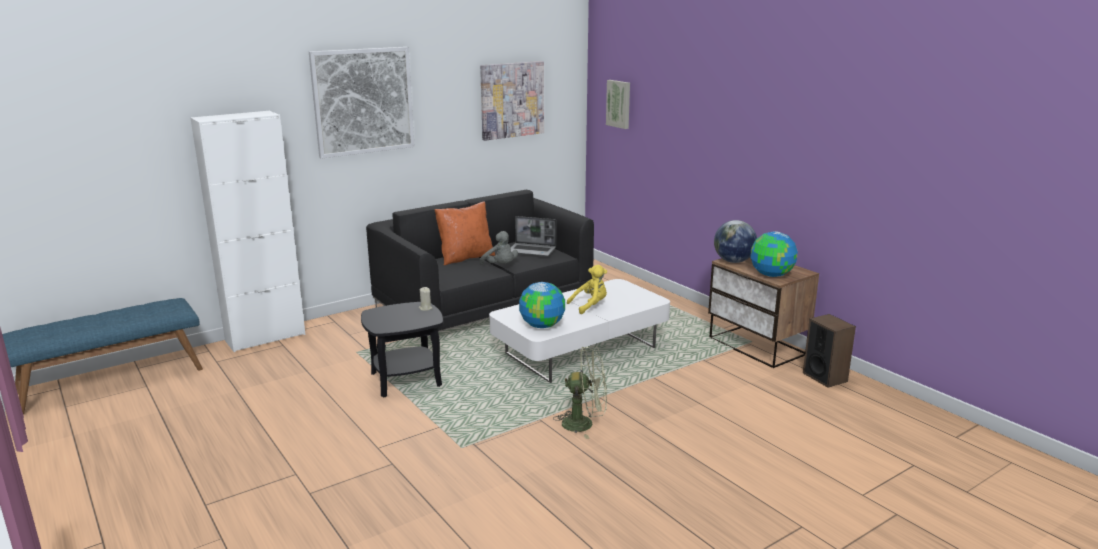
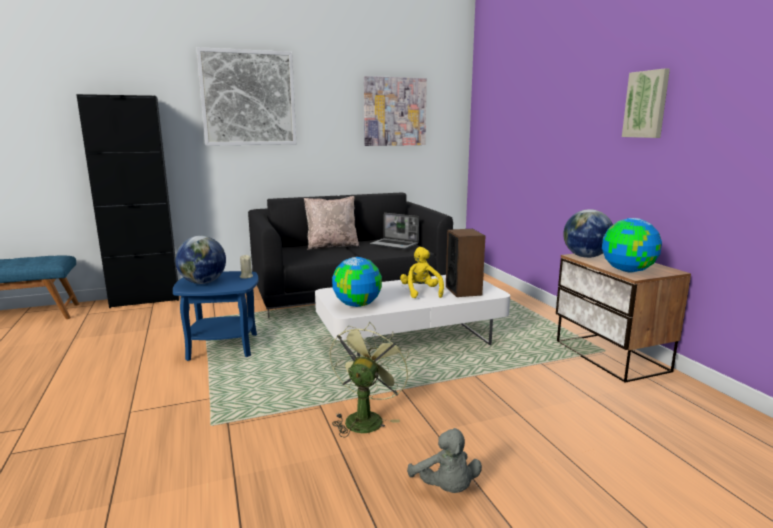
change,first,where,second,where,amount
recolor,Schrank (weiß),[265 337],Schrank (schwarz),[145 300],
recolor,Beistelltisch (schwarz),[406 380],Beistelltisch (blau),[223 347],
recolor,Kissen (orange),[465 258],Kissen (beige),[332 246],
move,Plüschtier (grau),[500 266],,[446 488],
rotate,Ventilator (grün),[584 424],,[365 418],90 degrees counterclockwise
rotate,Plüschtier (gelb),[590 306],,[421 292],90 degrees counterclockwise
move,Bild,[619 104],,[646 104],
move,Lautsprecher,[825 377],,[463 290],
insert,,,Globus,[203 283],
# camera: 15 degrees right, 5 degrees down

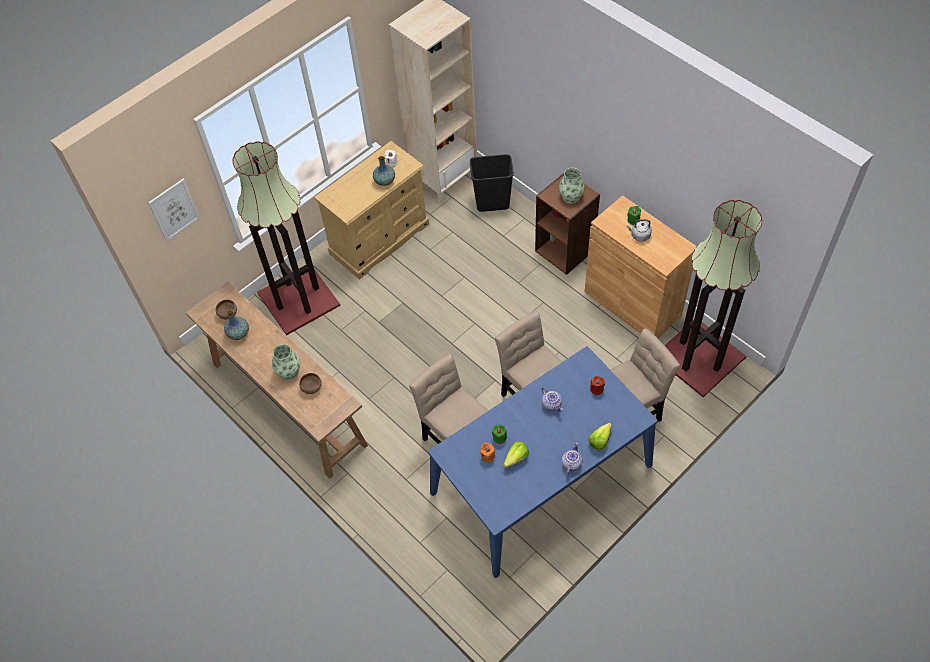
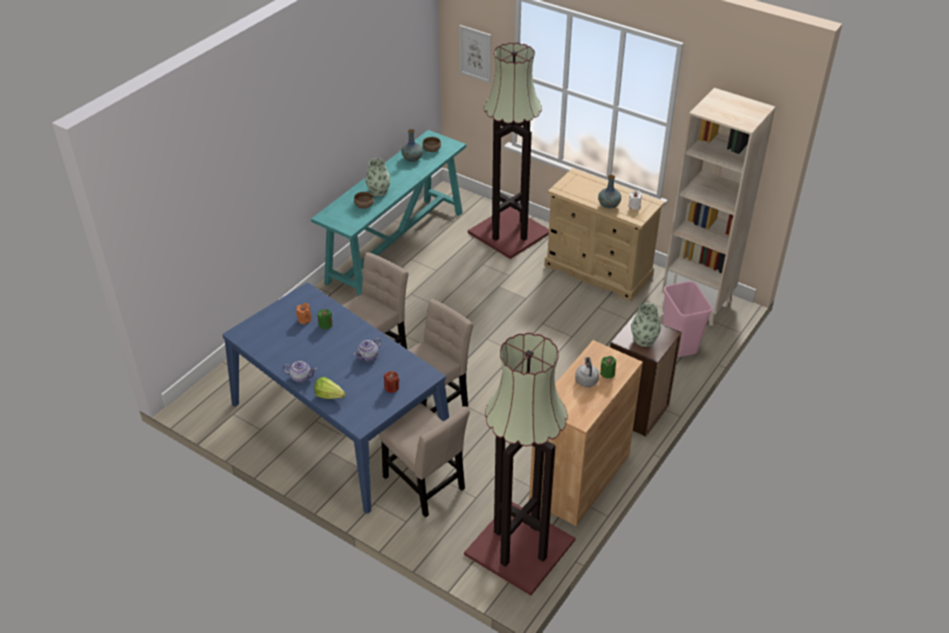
change,first,where,second,where,amount
recolor,Konsolentisch (braun),[287 403],Konsolentisch (türkis),[396 246],
recolor,Mülleimer (schwarz),[492 202],Mülleimer (rosa),[680 344],
delete,Salatkopf,[513 460],,,
# camera: 75 degrees right, 15 degrees down

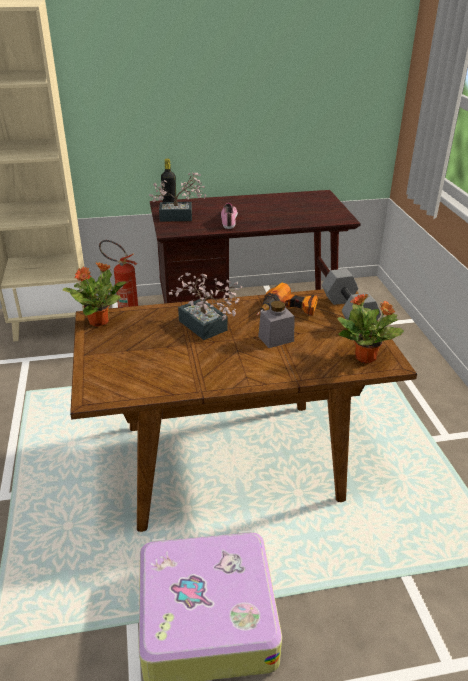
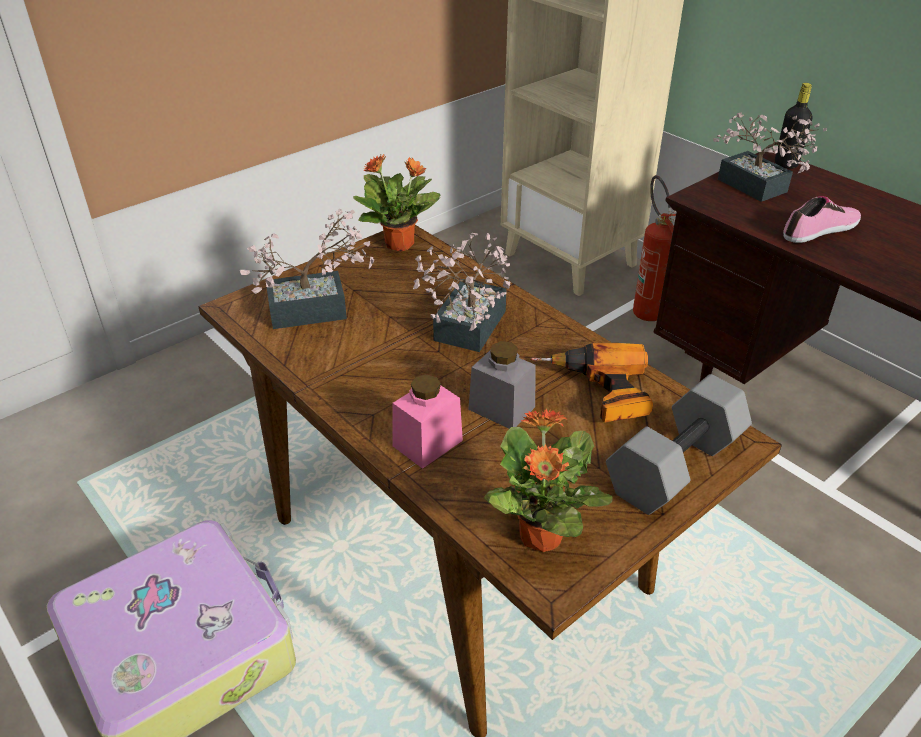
change,first,where,second,where,amount
insert,,,Topfpflanze,[318 309],
insert,,,Vorratsglas (rosa),[427 443],
# camera: 60 degrees right, 5 degrees up

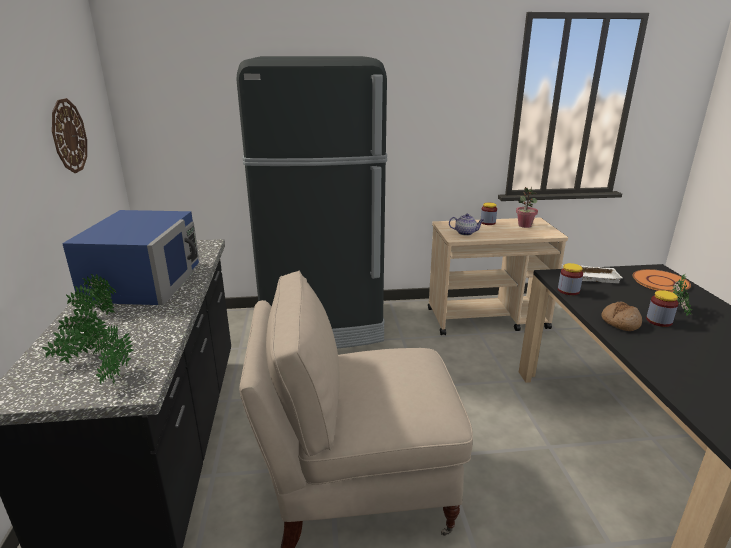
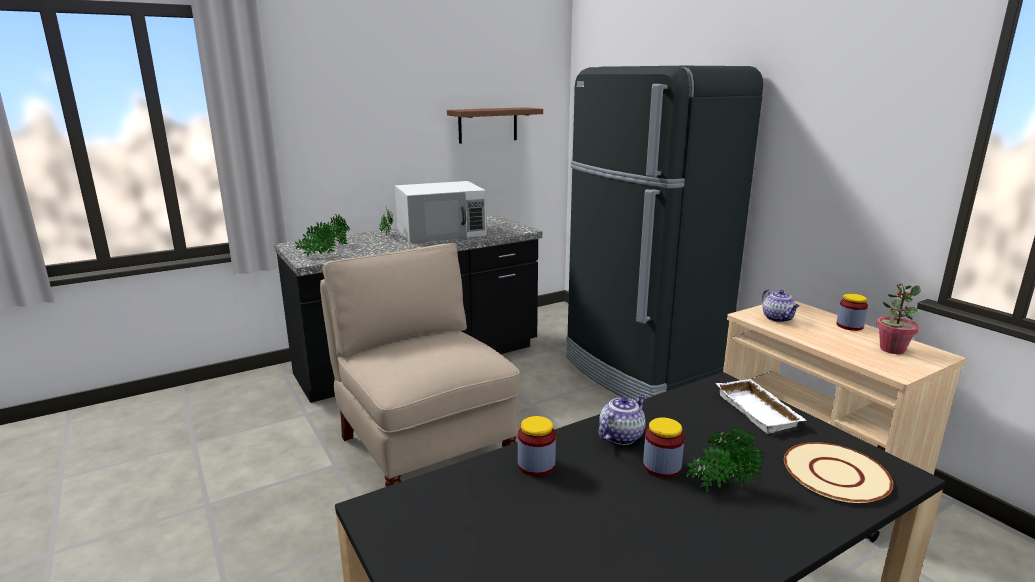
change,first,where,second,where,amount
replace,Wanduhr,[69 136],Wandregal (braun),[488 125],
recolor,Mikrowelle (blau),[145 280],Mikrowelle (weiß),[442 232],
move,Vorratsglas,[568 290],,[536 465],
replace,Brot,[620 322],Teekanne,[621 436],
recolor,Teller (orange),[660 282],Teller (beige),[836 474],
# camera: 65 degrees right, 5 degrees down

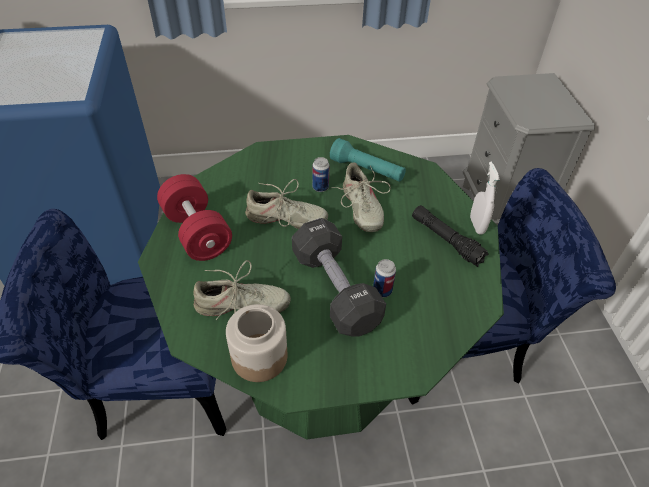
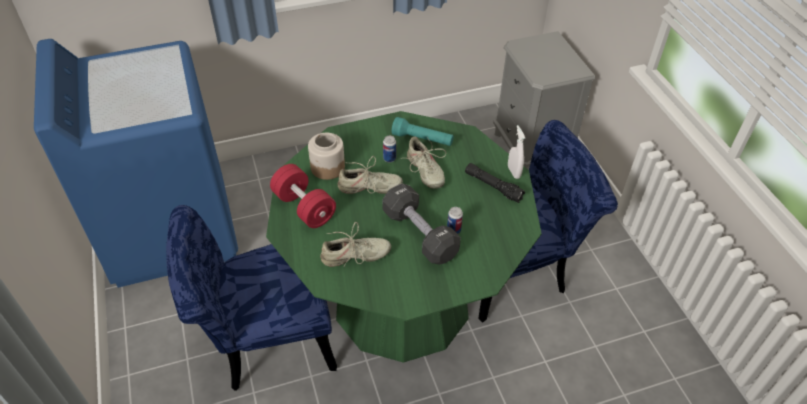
change,first,where,second,where,amount
move,Vorratsglas,[259 356],,[327 167],
# camera: 10 degrees left, 0 degrees up

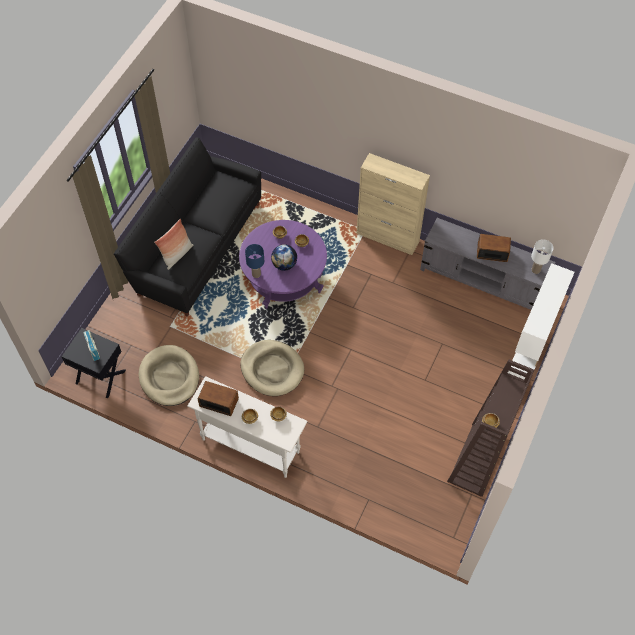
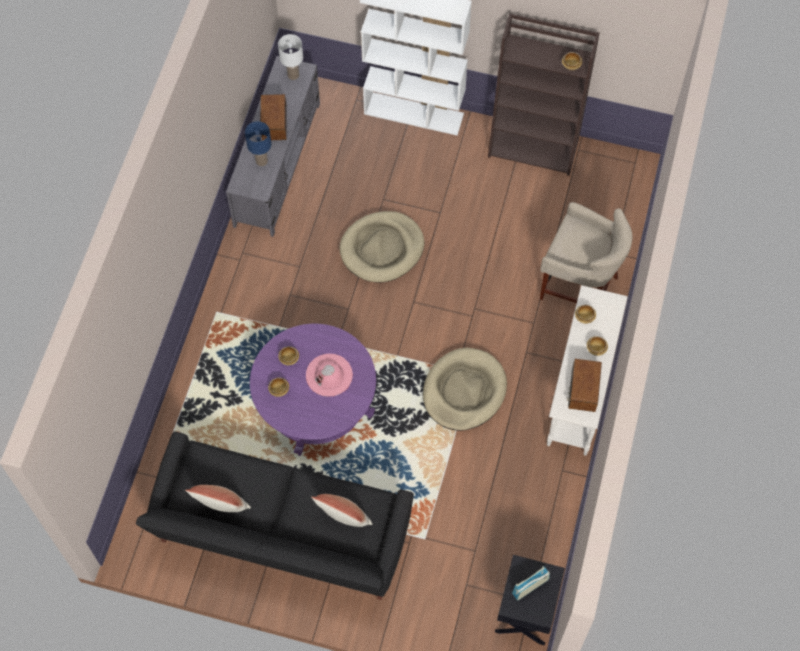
change,first,where,second,where,amount
move,Hundebett (beige),[169 377],,[382 249],
move,Tischlampe (blau),[256 274],,[261 160],
replace,Globus,[284 264],Hut (rosa),[329 375],
delete,Schrank (beige),[388 237],,,
insert,,,Kissen,[221 506],
insert,,,Hocker (beige),[578 286],
# camera: 100 degrees left, 5 degrees up

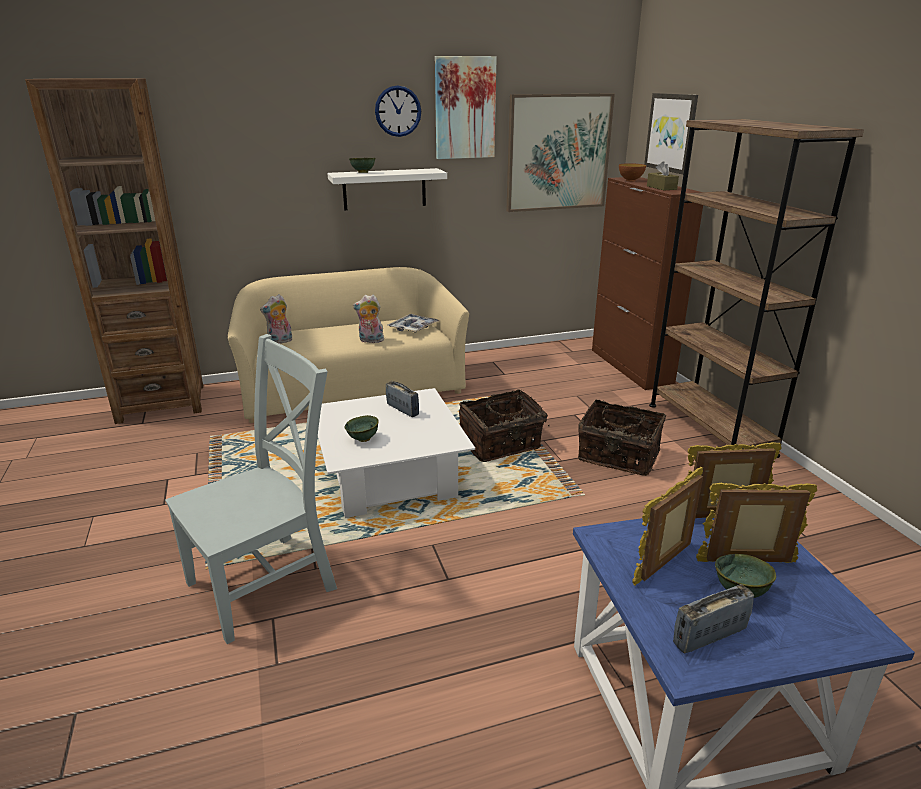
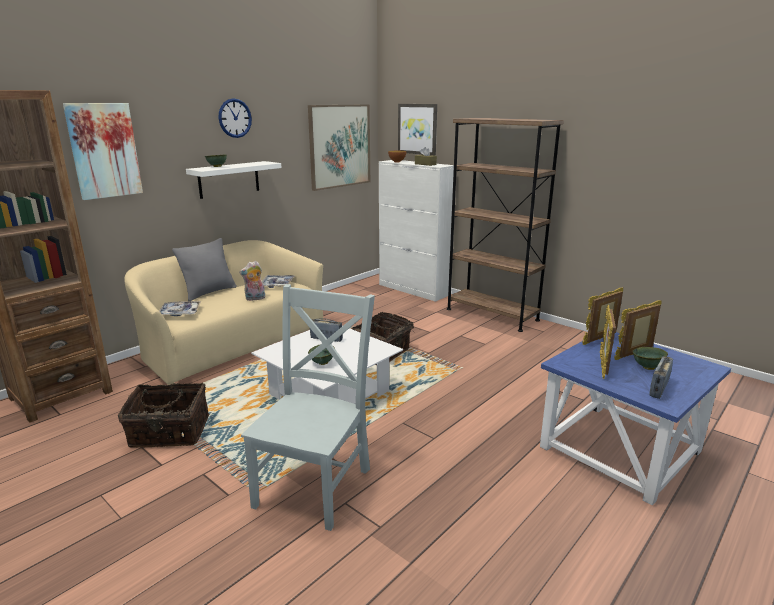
change,first,where,second,where,amount
replace,Plüschtier,[280 342],Tablett,[180 313],
move,Bild,[464 108],,[104 150],
move,Korb,[618 457],,[169 433],
recolor,Schrank (braun),[631 367],Schrank (weiß),[413 290],
insert,,,Kissen (grau),[209 292],
# camera: 30 degrees left, 5 degrees down

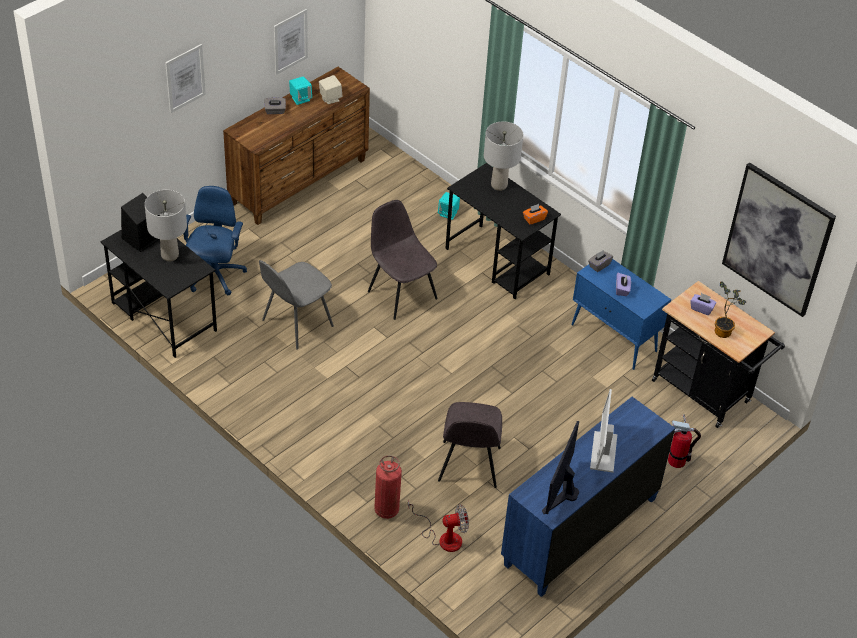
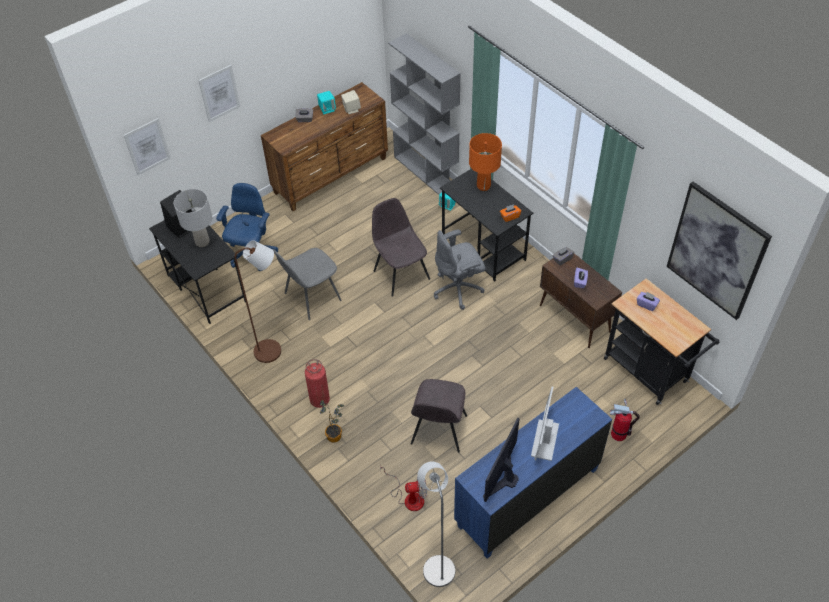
change,first,where,second,where,amount
move,Bild,[290 41],,[147 146],
move,Feuerlöscher,[386 510],,[320 400],
recolor,Tischlampe (grau),[499 185],Tischlampe (orange),[483 186],
recolor,Schrank (blau),[614 338],Schrank (braun),[575 319],
move,Topfpflanze,[724 330],,[335 434],
insert,,,Stehlampe (braun),[273 351],
insert,,,Bücherregal (grau),[426 172],
insert,,,Stehlampe (grau),[437 565],
insert,,,Bürostuhl (grau),[458 289],
# camera: 10 degrees right, 5 degrees up

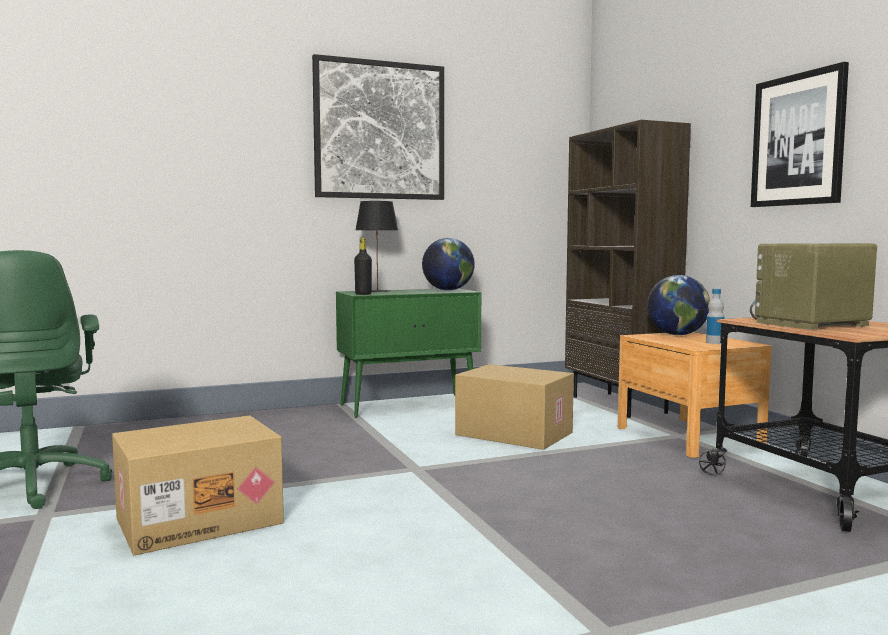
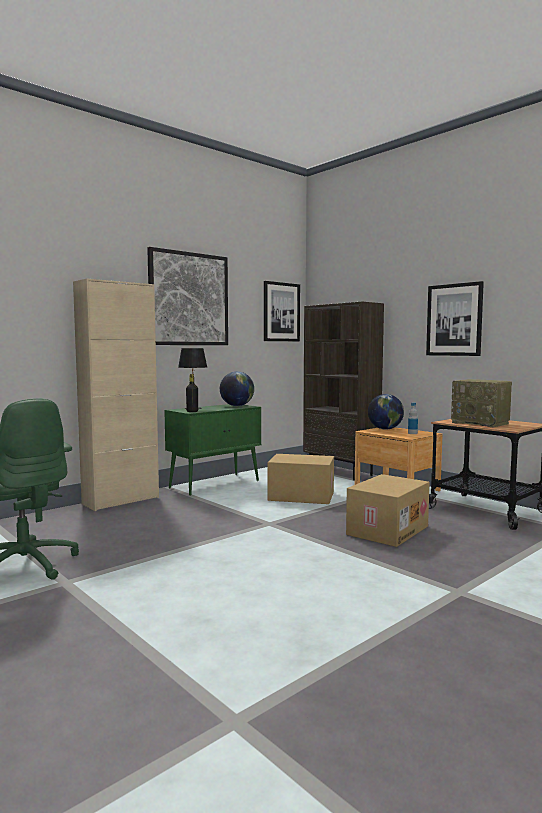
change,first,where,second,where,amount
move,Karton,[200 520],,[387 530],
rotate,Radio,[811 324],,[481 423],90 degrees counterclockwise
insert,,,Schrank (beige),[121 501],
insert,,,Bild,[281 312],
# camera: 20 degrees left, 0 degrees up

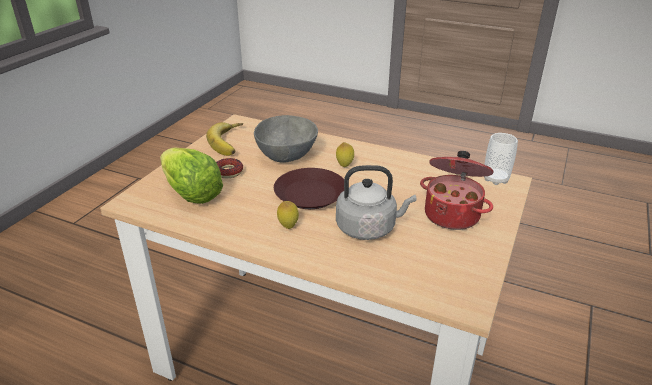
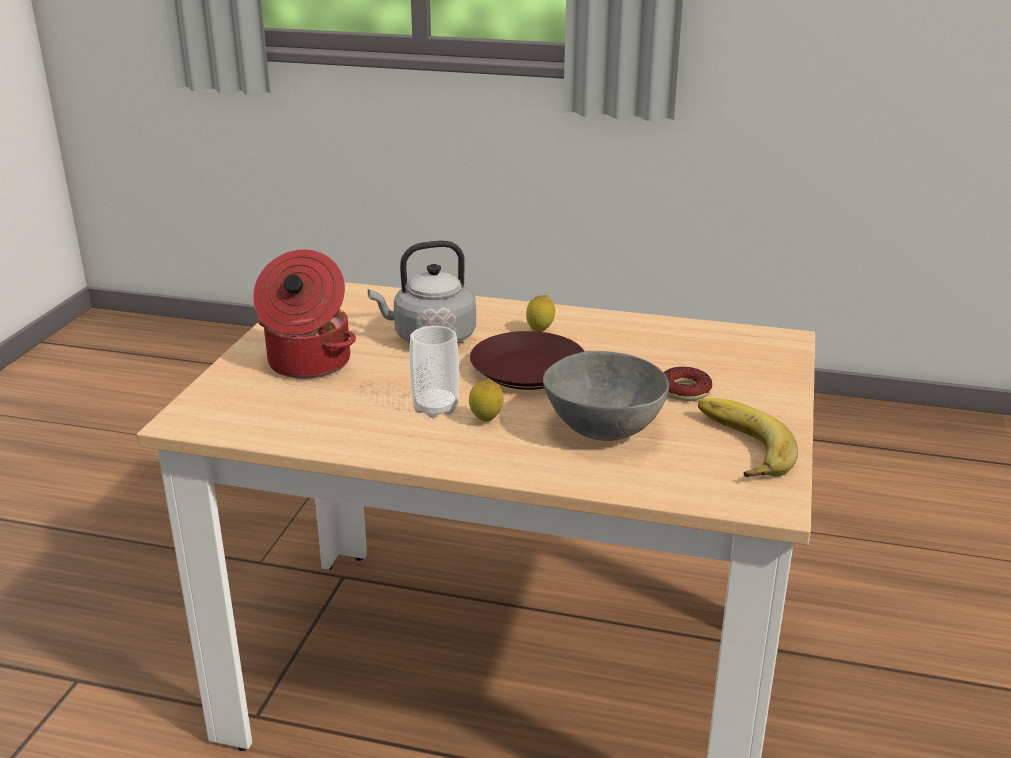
change,first,where,second,where,amount
delete,Salatkopf,[192 194],,,
move,Tasse,[495 179],,[435 408],
# camera: 170 degrees right, 5 degrees down

